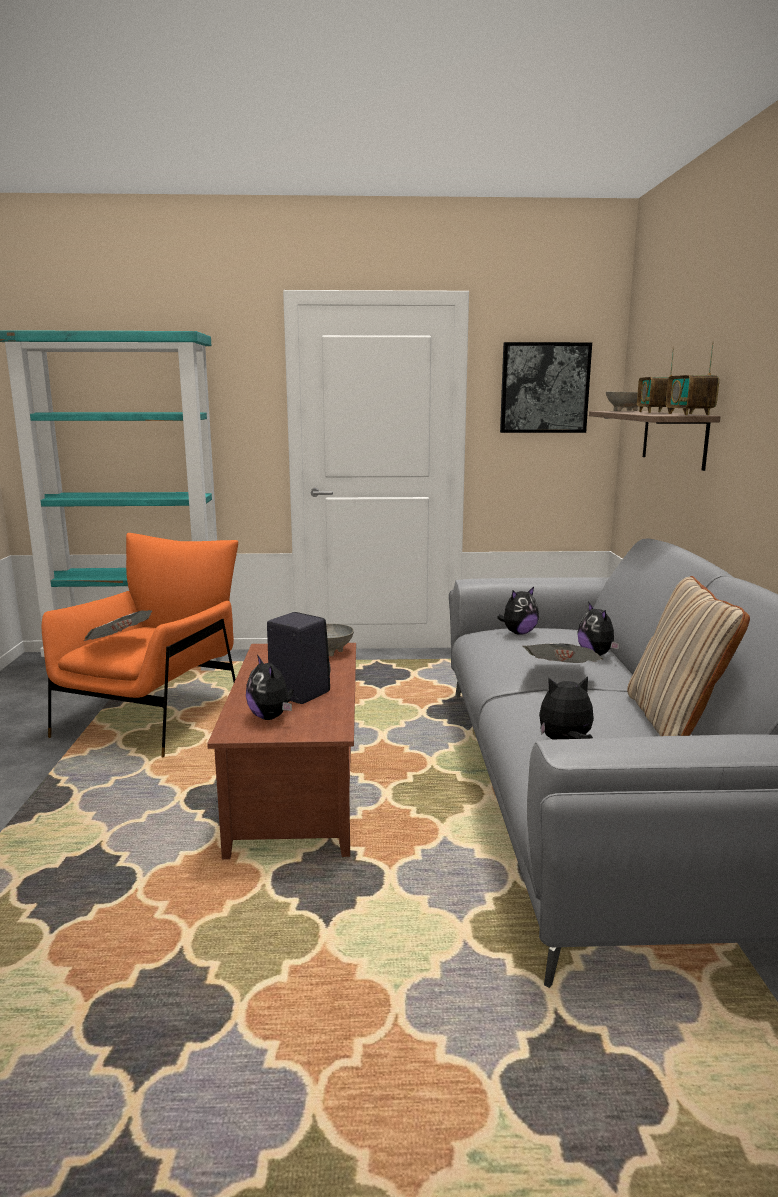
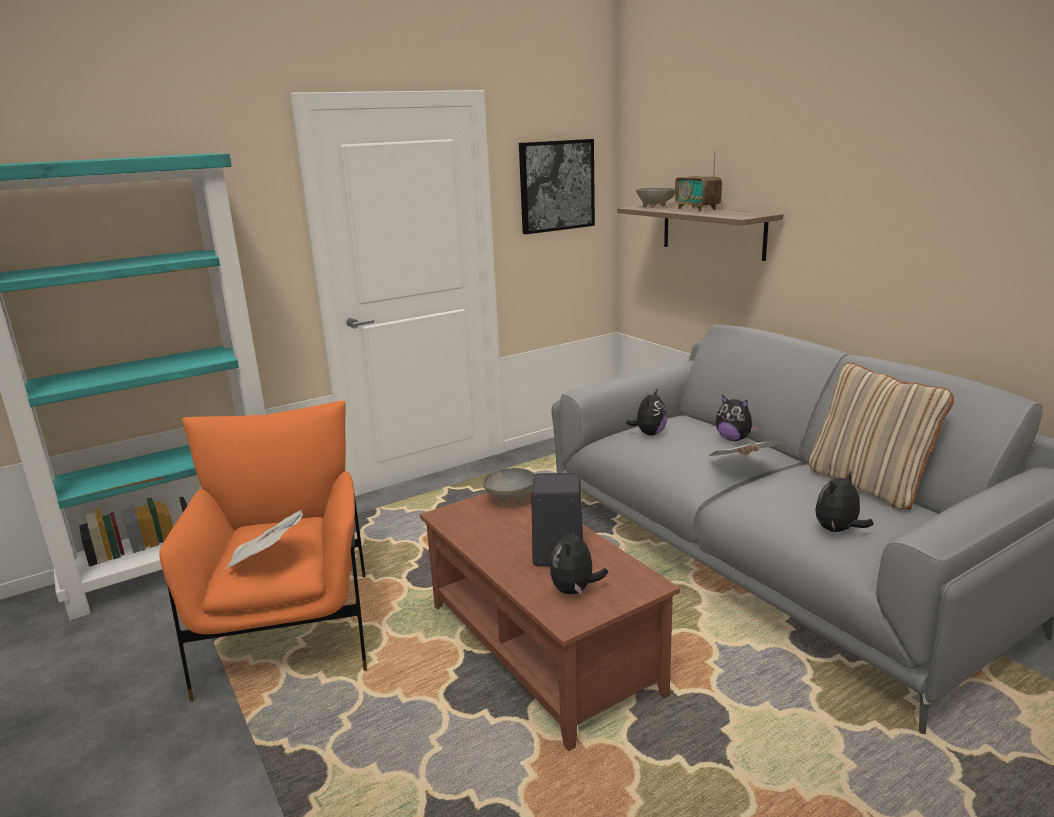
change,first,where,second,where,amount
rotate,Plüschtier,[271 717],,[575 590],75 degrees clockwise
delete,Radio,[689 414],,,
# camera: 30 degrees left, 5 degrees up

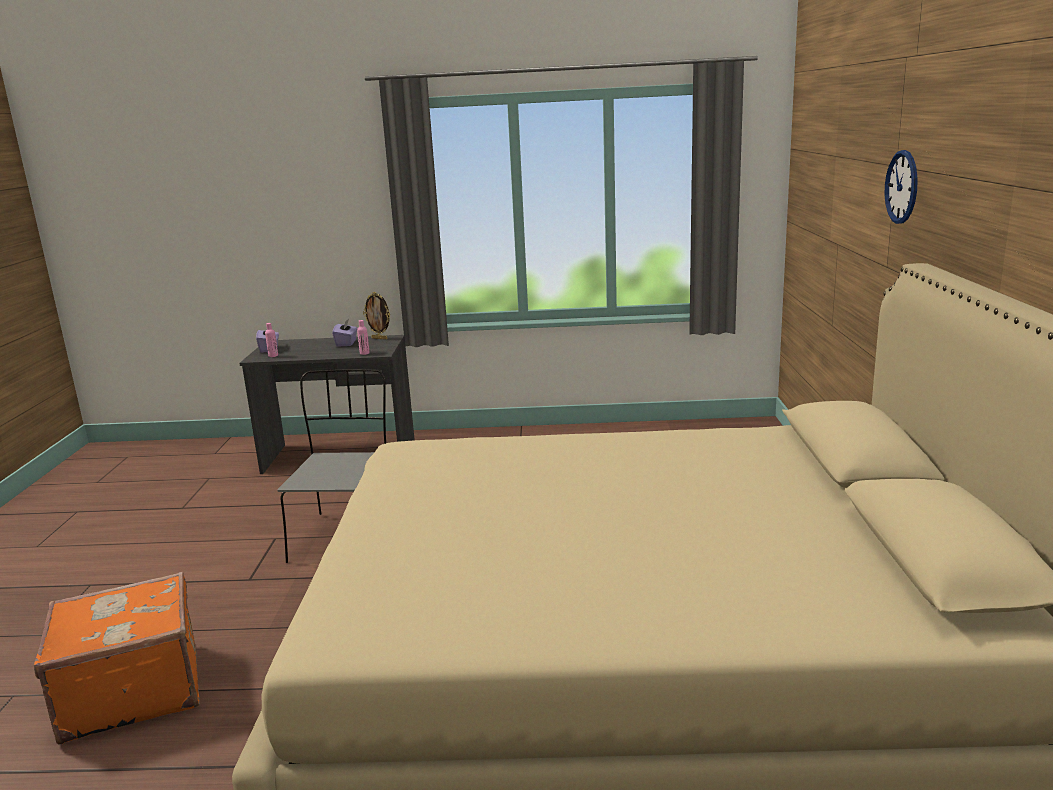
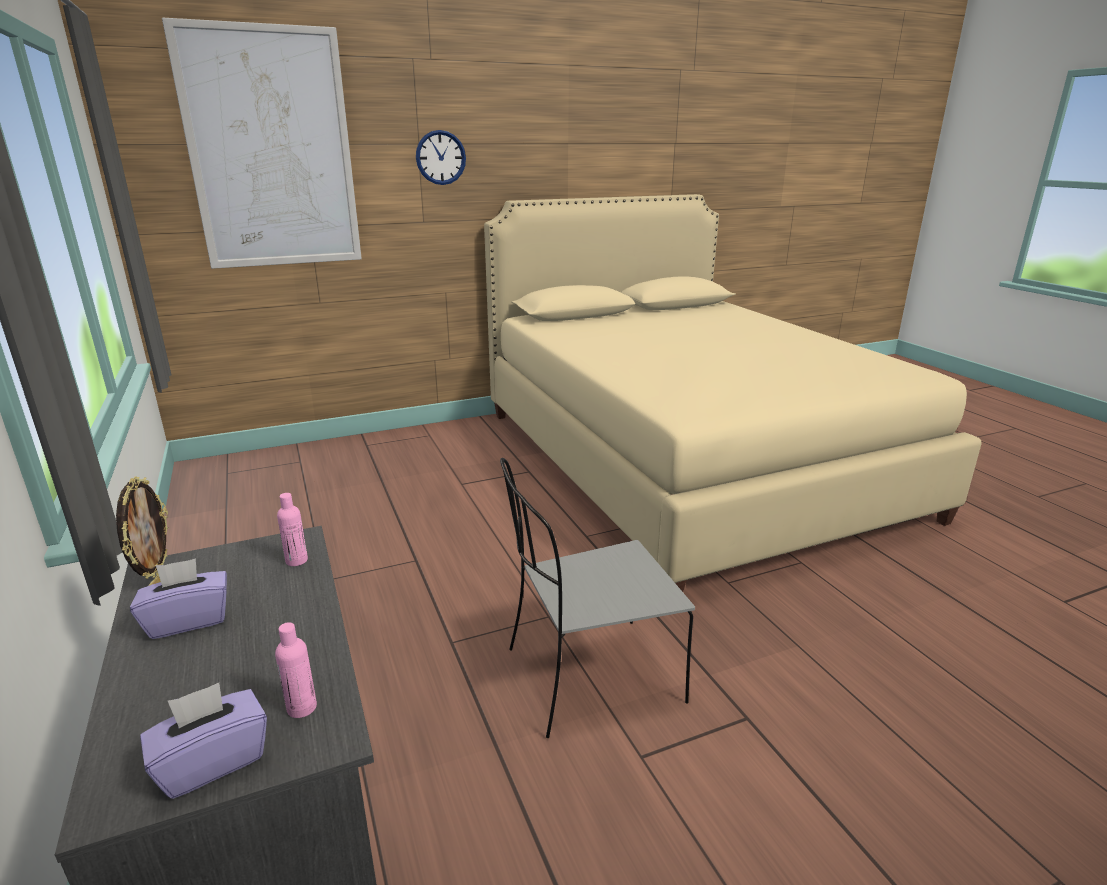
change,first,where,second,where,amount
delete,Koffer (orange),[132 691],,,
insert,,,Bild,[271 150],
# camera: 115 degrees left, 5 degrees up

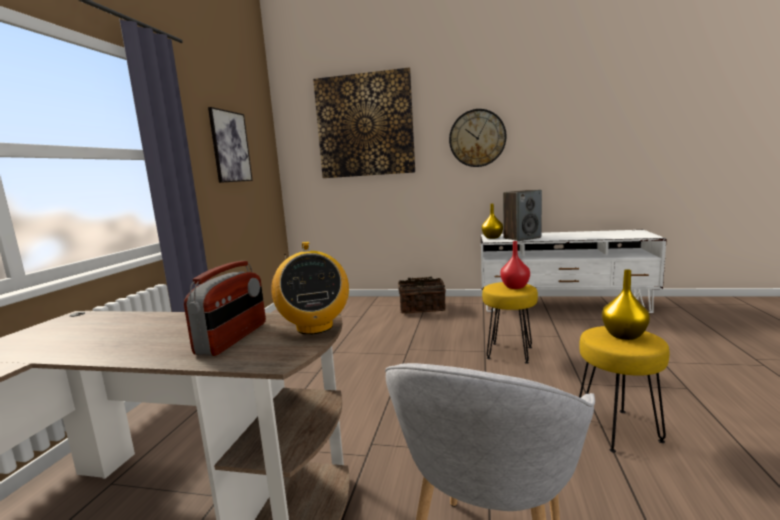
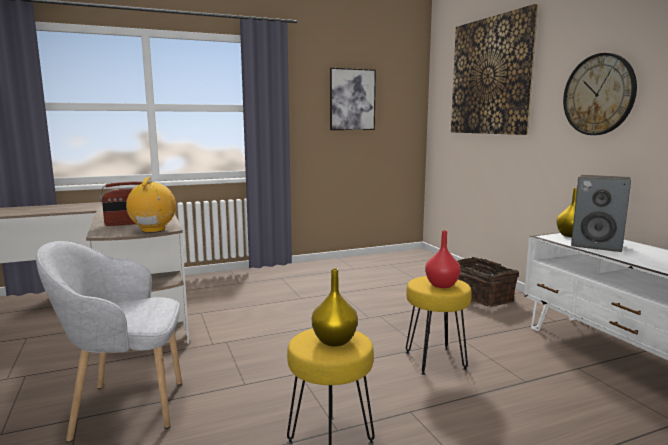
change,first,where,second,where,amount
rotate,Radio,[314 327],,[153 230],135 degrees clockwise
# camera: 55 degrees right, 0 degrees up

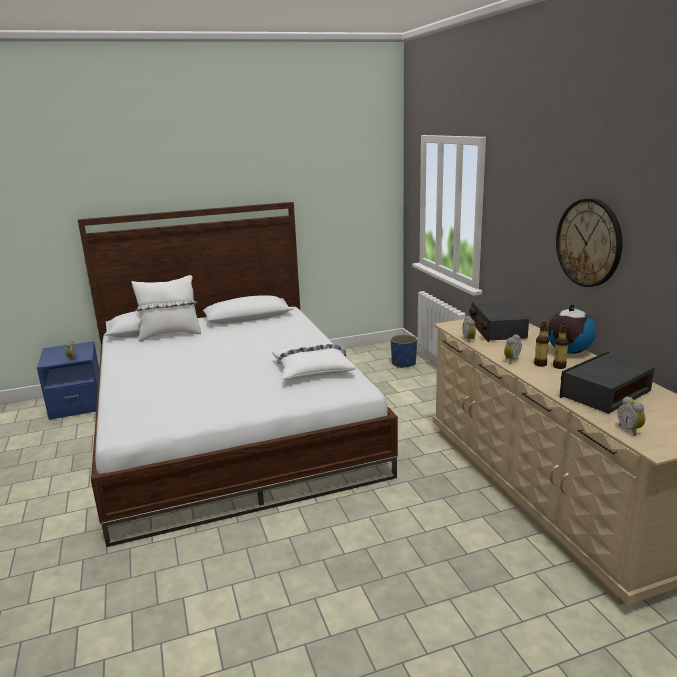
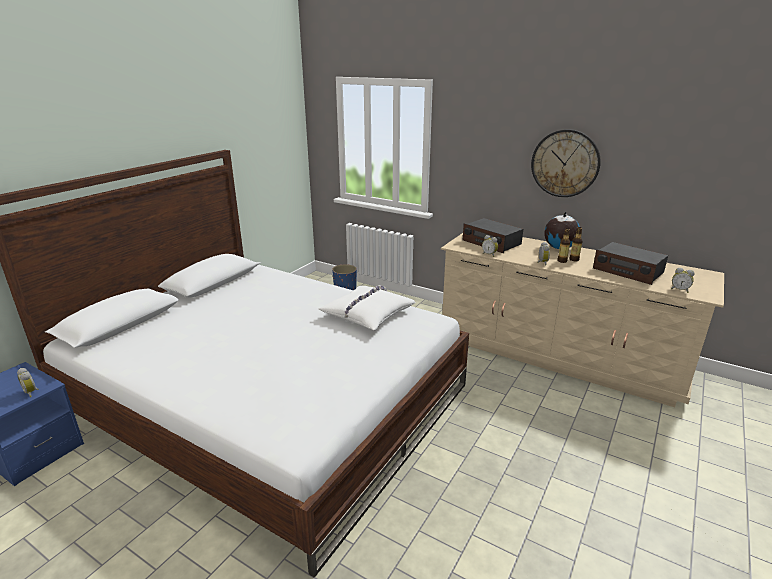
change,first,where,second,where,amount
delete,Kissen (weiß),[170 334],,,
rotate,Radio,[604 394],,[628 271],60 degrees counterclockwise
# camera: 40 degrees left, 5 degrees up

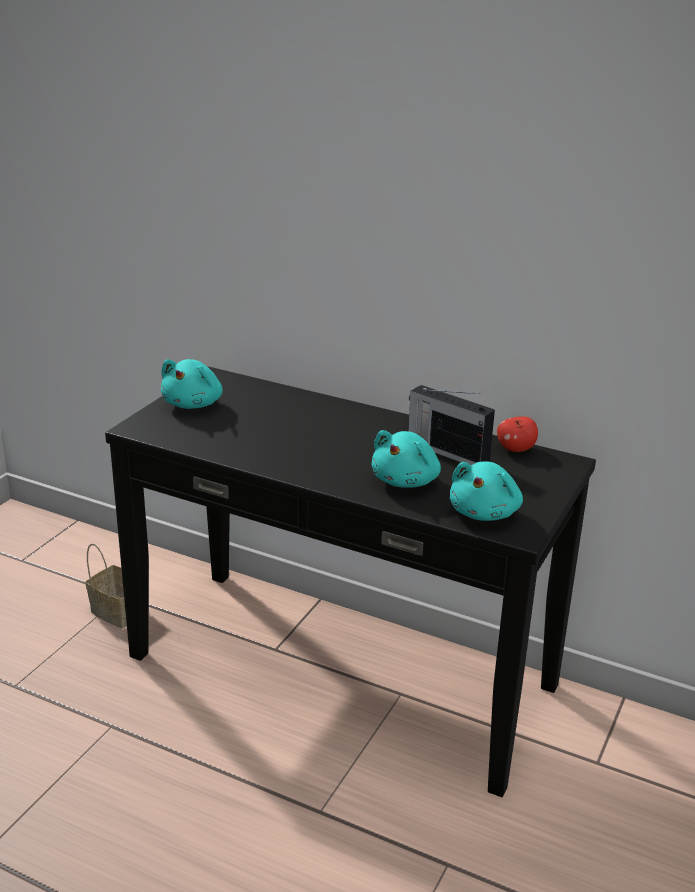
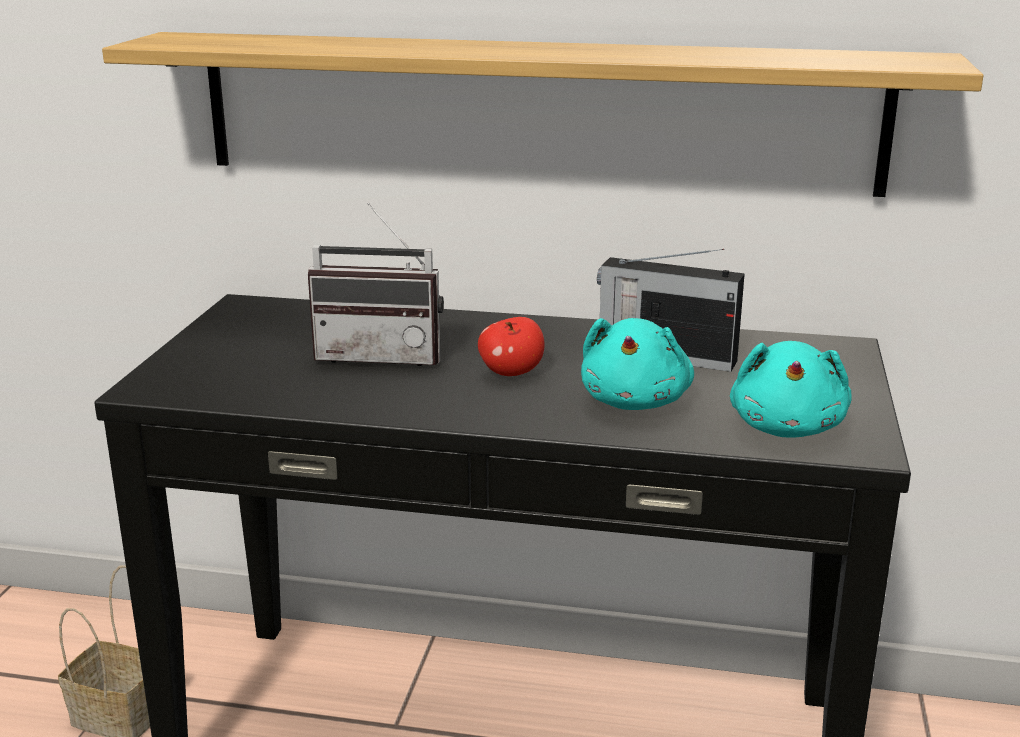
change,first,where,second,where,amount
delete,Plüschtier (türkis),[194 403],,,
move,Apfel,[515 449],,[511 373],
insert,,,Wandregal,[535 112],
insert,,,Radio,[382 355],
# camera: 15 degrees left, 5 degrees down

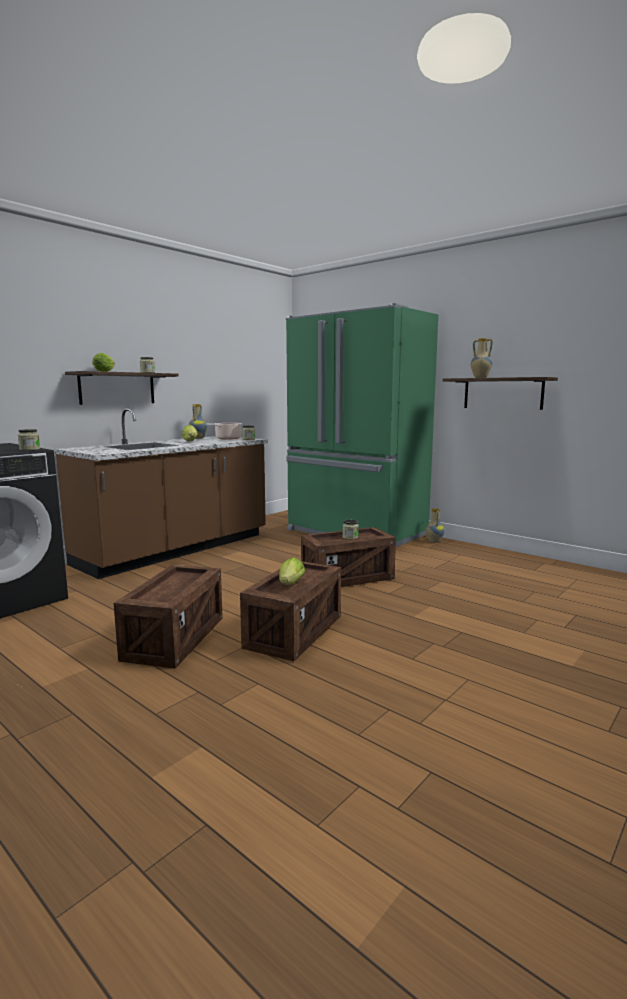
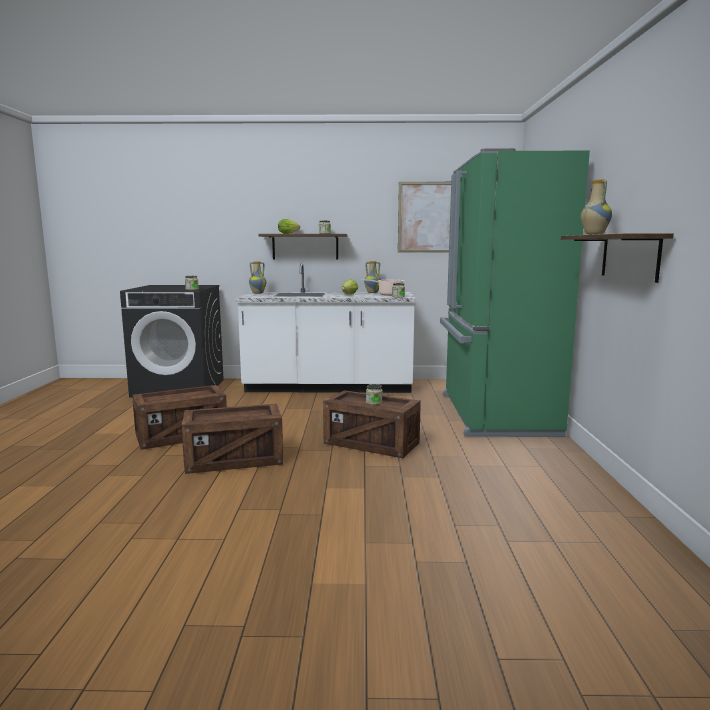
change,first,where,second,where,amount
recolor,Küchenzeile (braun),[176 550],Küchenzeile (weiß),[328 387],
delete,Salatkopf,[290 585],,,
move,Vase,[433 542],,[257 293],
insert,,,Bild,[427 217],
# camera: 50 degrees right, 0 degrees up

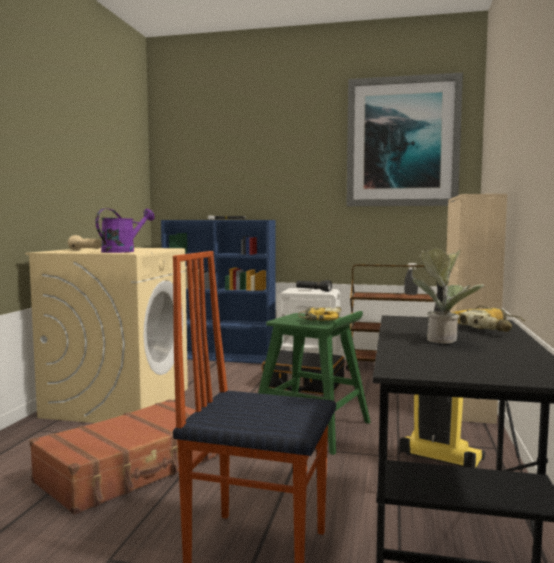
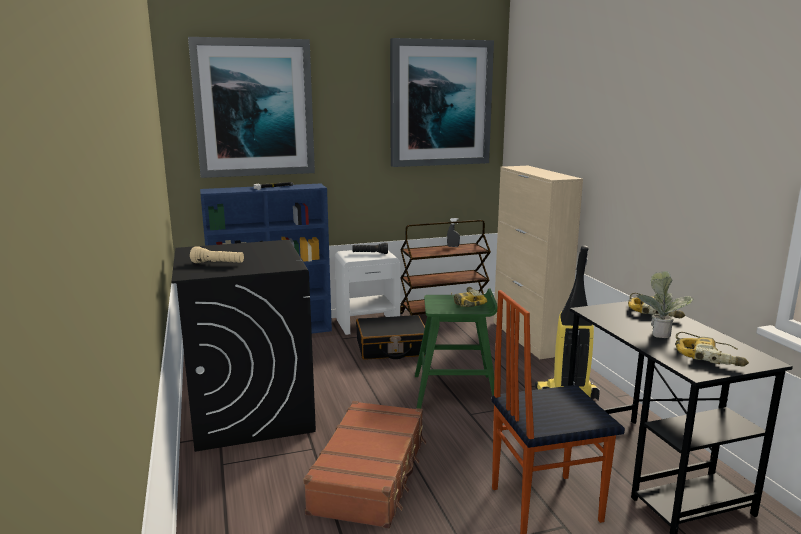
change,first,where,second,where,amount
recolor,Waschmaschine (beige),[118 402],Waschmaschine (schwarz),[250 411],
delete,Gießkanne (lila),[123 251],,,
insert,,,Bild,[254 108],
insert,,,Bohrmaschine,[708 356],
# camera: 30 degrees left, 10 degrees up

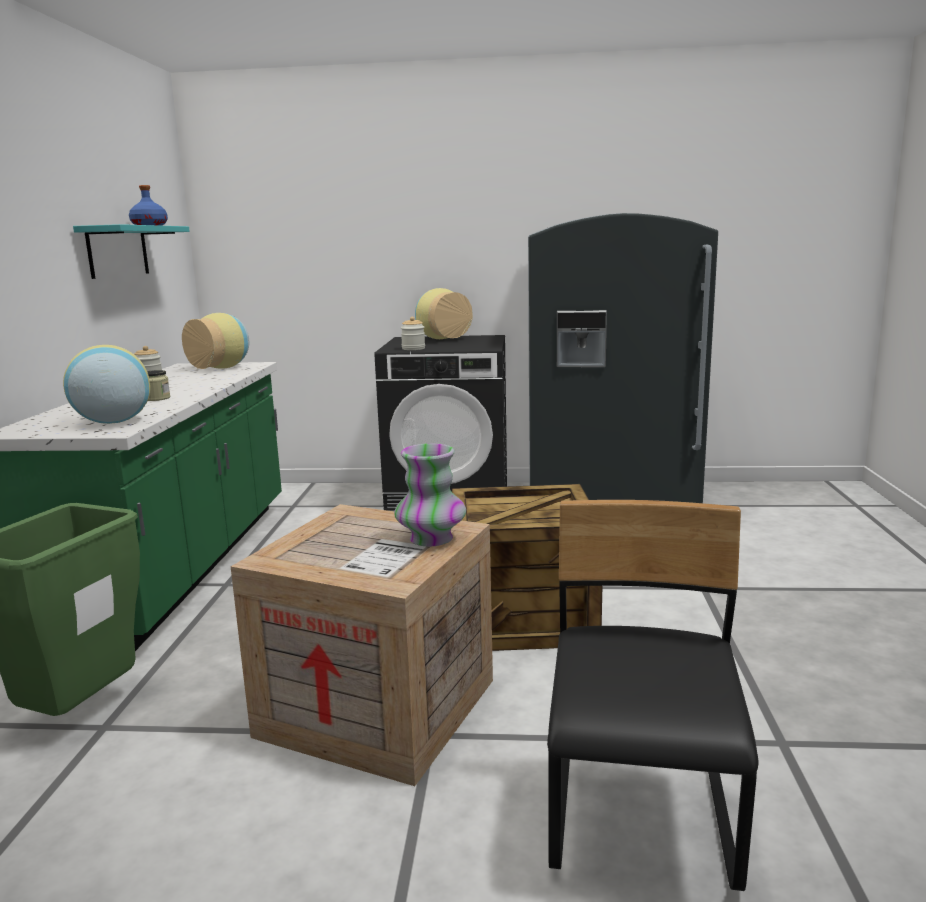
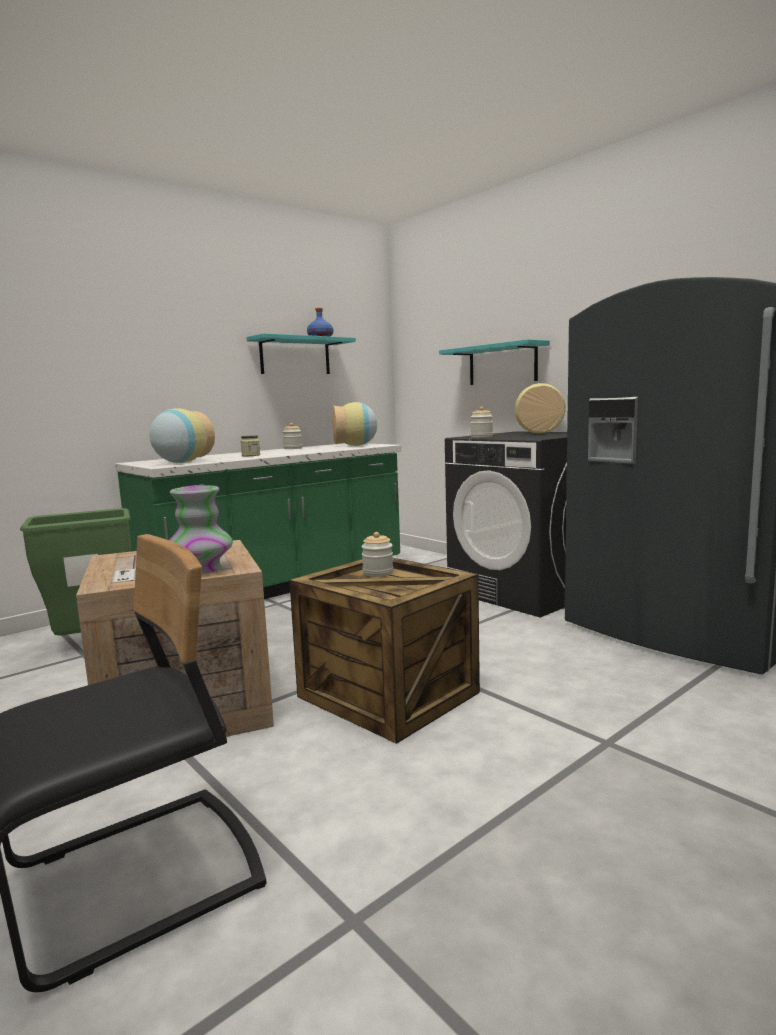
change,first,where,second,where,amount
insert,,,Vorratsglas,[378 573],
insert,,,Wandregal (türkis),[502 364],
# camera: 45 degrees right, 5 degrees down

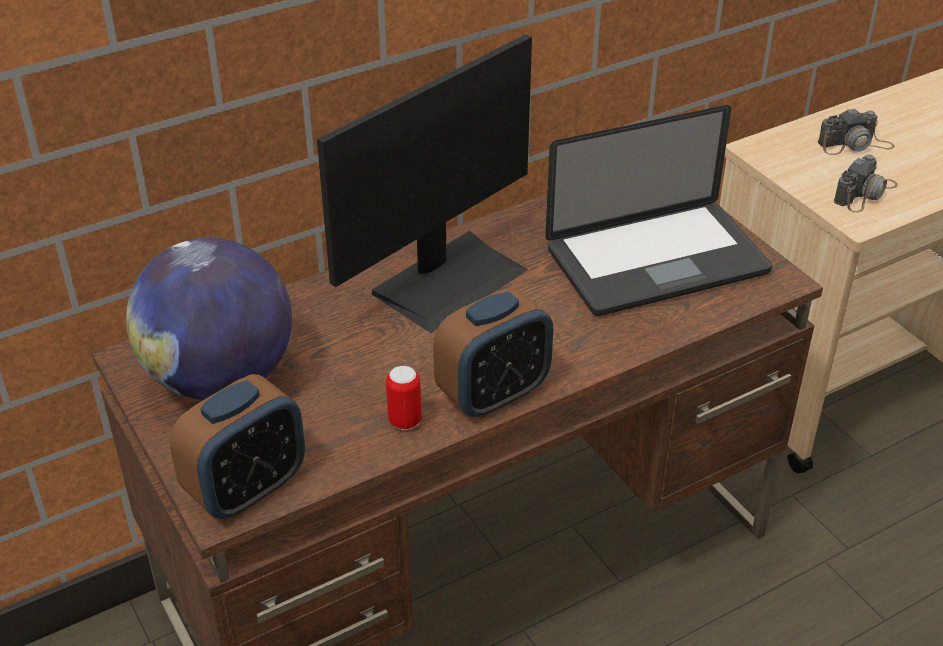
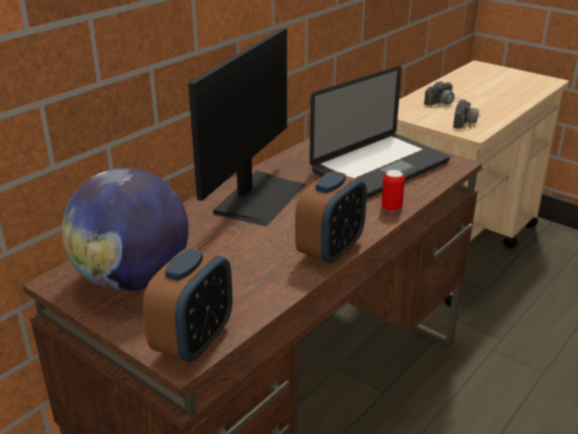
change,first,where,second,where,amount
move,Dose,[405 421],,[391 208],
# camera: 20 degrees left, 10 degrees down

